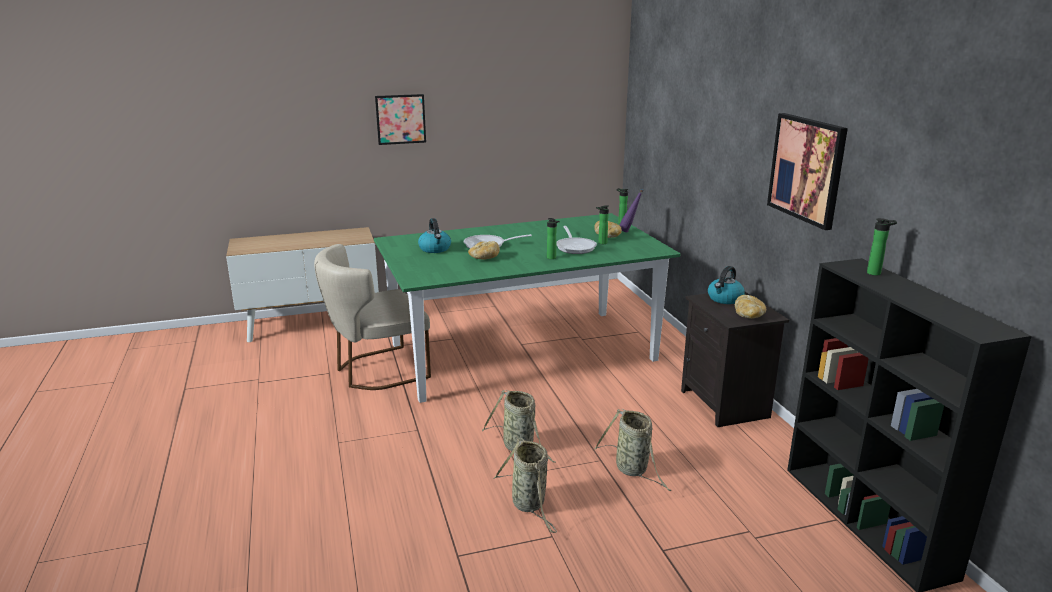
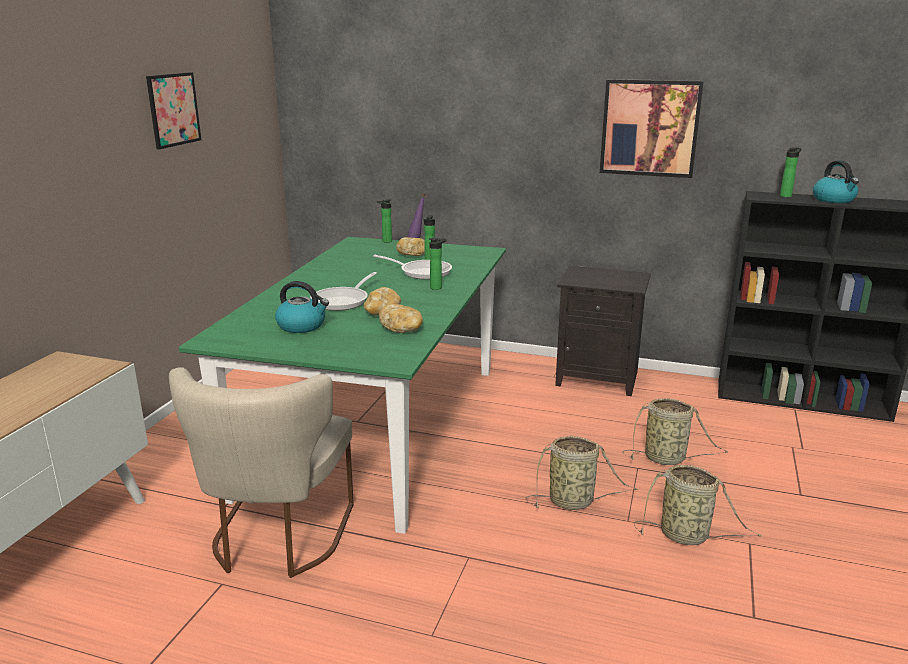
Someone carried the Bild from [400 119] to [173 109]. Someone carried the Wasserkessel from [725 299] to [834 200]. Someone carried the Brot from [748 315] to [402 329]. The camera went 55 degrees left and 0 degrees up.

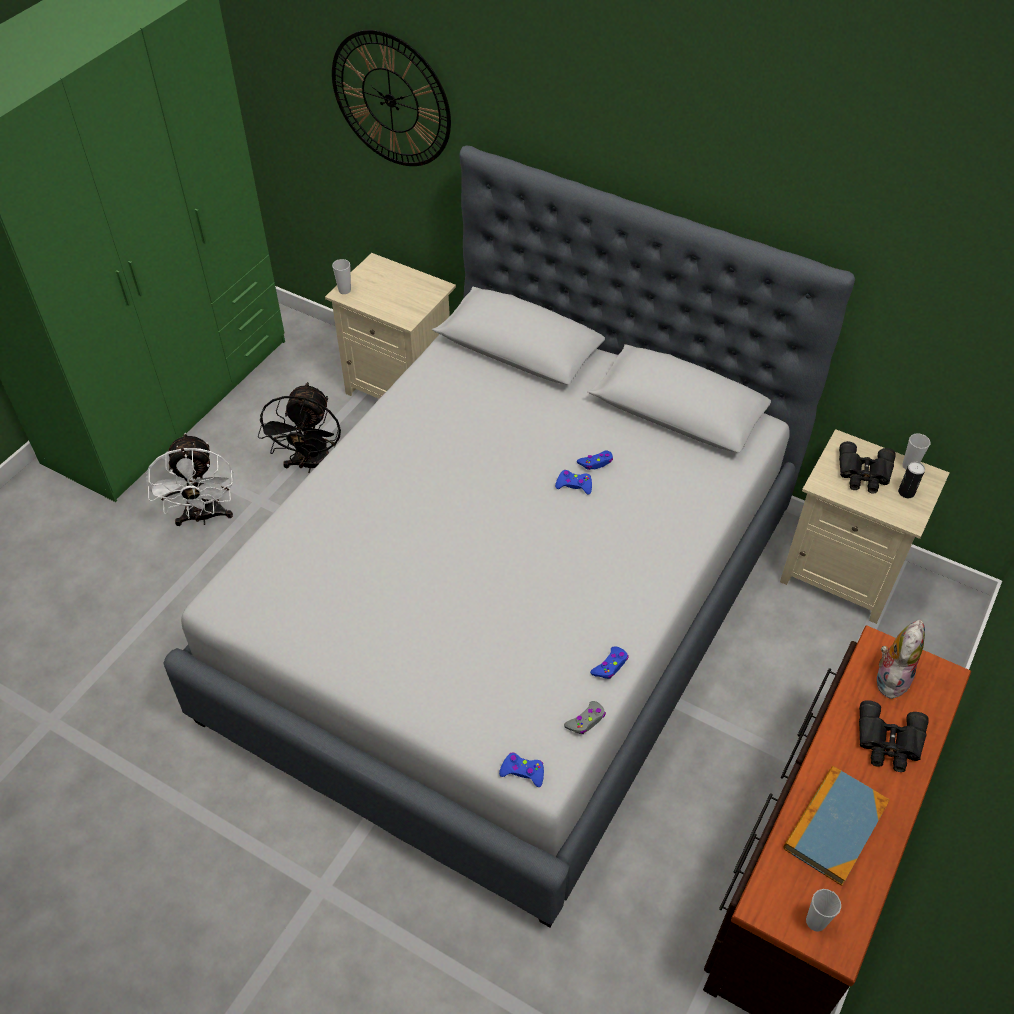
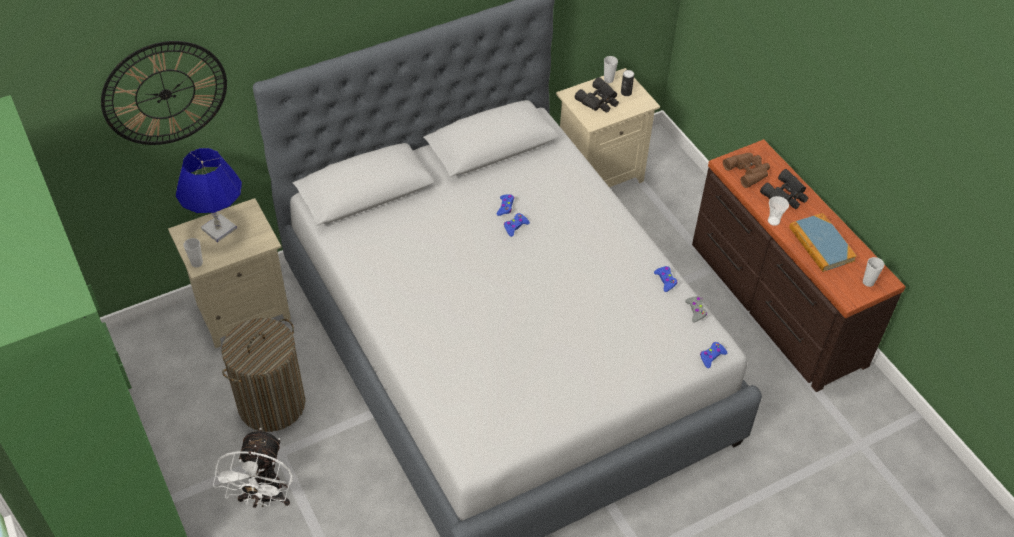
Someone put down the Tischlampe/blau at [219 229]. Someone put down the Tasse at [773 221]. Someone swapped the Ventilator/schwarz at [311 465] for the Wäschekorb at [272 404]. Someone swapped the Plüschtier at [890 677] for the Fernglas/braun at [748 171]. Someone rotated the Ventilator/weiß at [204 517] by 75 degrees clockwise. The camera went 60 degrees left and 0 degrees up.

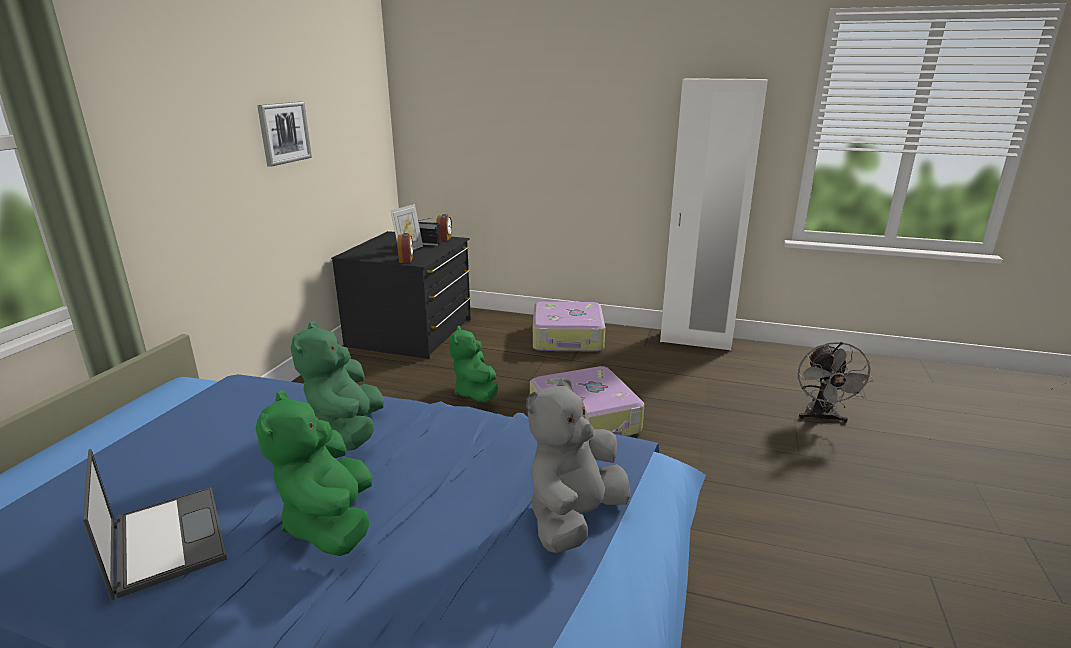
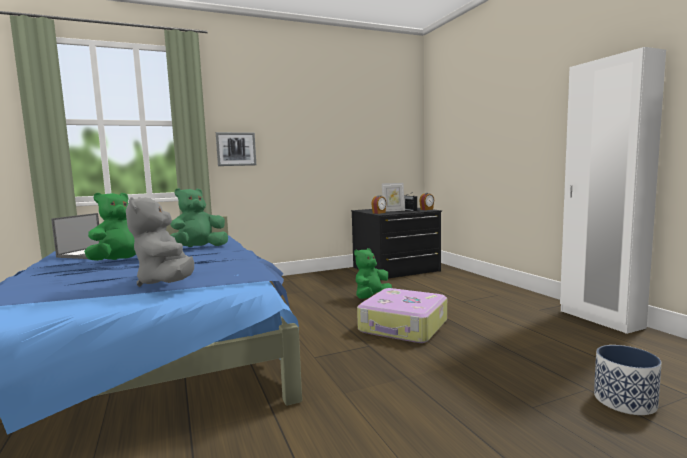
Someone took away the Koffer at [568 338]. Someone carried the Bild from [284 133] to [236 149]. Someone swapped the Ventilator/grau at [821 418] for the Pflanzkübel at [625 401]. Someone rotated the Plüschtier/grau at [574 518] by 105 degrees counterclockwise. The camera went 50 degrees right and 15 degrees down.

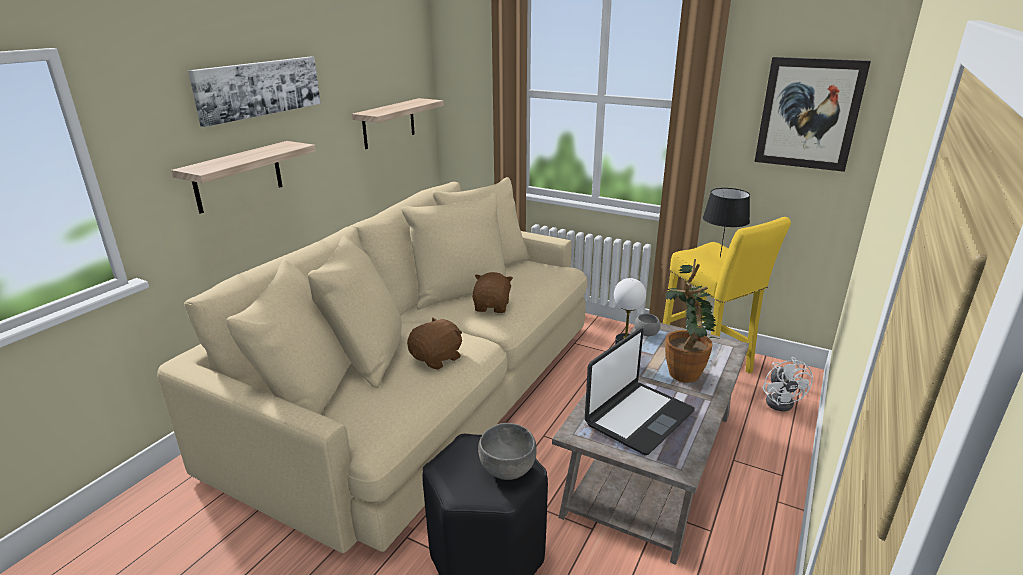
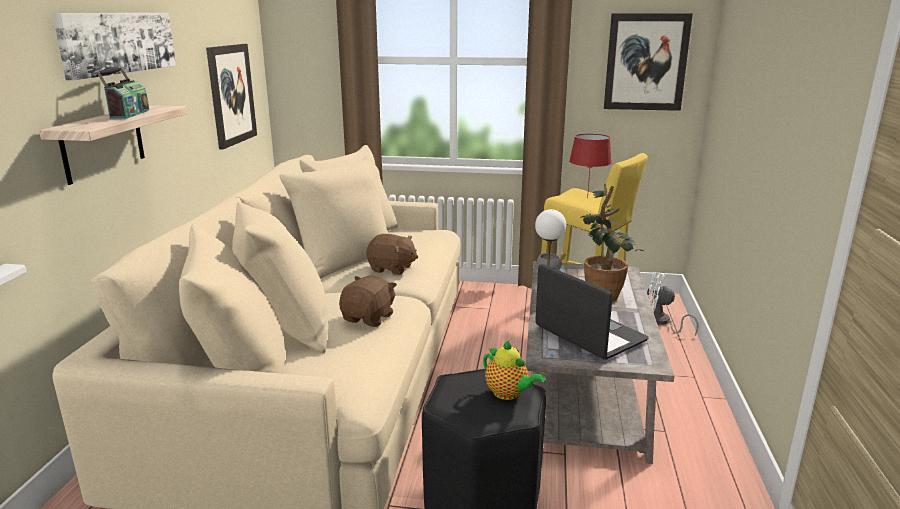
Someone put down the Radio at [128 114]. Someone swapped the Wandregal at [389 123] for the Bild at [231 94]. Someone swapped the Schüssel/grau at [507 470] for the Teekanne at [508 394]. Someone repainted the Tischlampe/schwarz at [719 256], which became the Tischlampe/rot at [587 198]. Someone rotated the Plüschtier/braun at [492 307] by 120 degrees clockwise. Someone rotated the Laptop at [638 417] by 60 degrees counterclockwise. Someone rotated the Ventilator/weiß at [781 401] by 135 degrees clockwise. The camera went 20 degrees left and 5 degrees down.

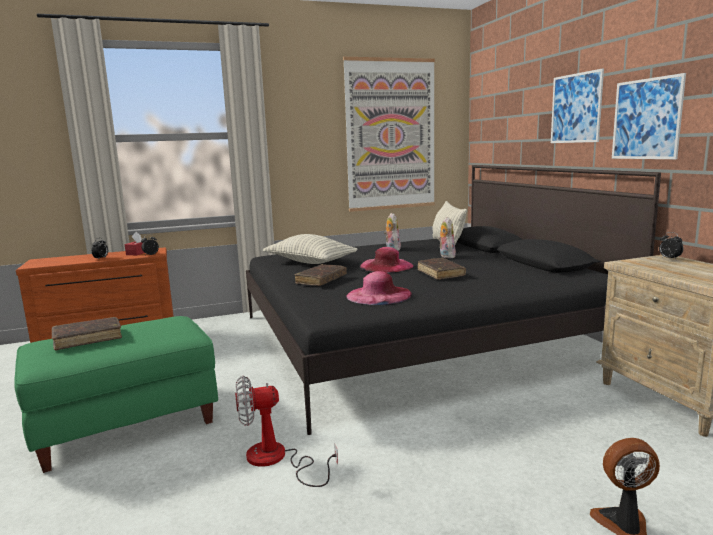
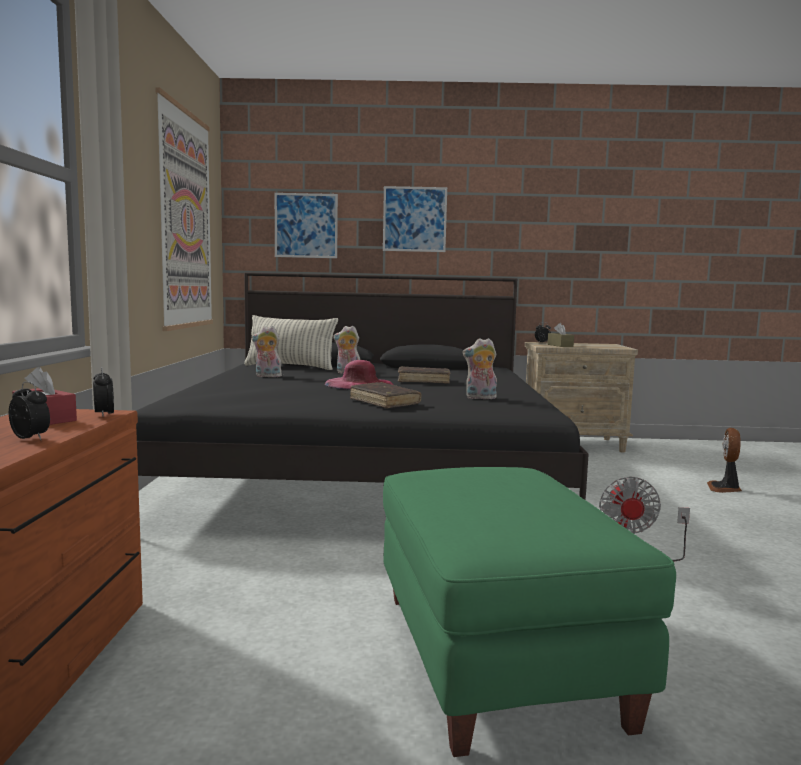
Someone took away the Buch/braun at [88 339]. Someone took away the Kissen at [310 262]. Someone put down the Taschentuchbox/braun at [560 345]. Someone carried the Bild from [646 119] to [306 225]. Someone swapped the Hut/rosa at [379 295] for the Plüschtier at [480 398]. The camera went 70 degrees left and 5 degrees down.

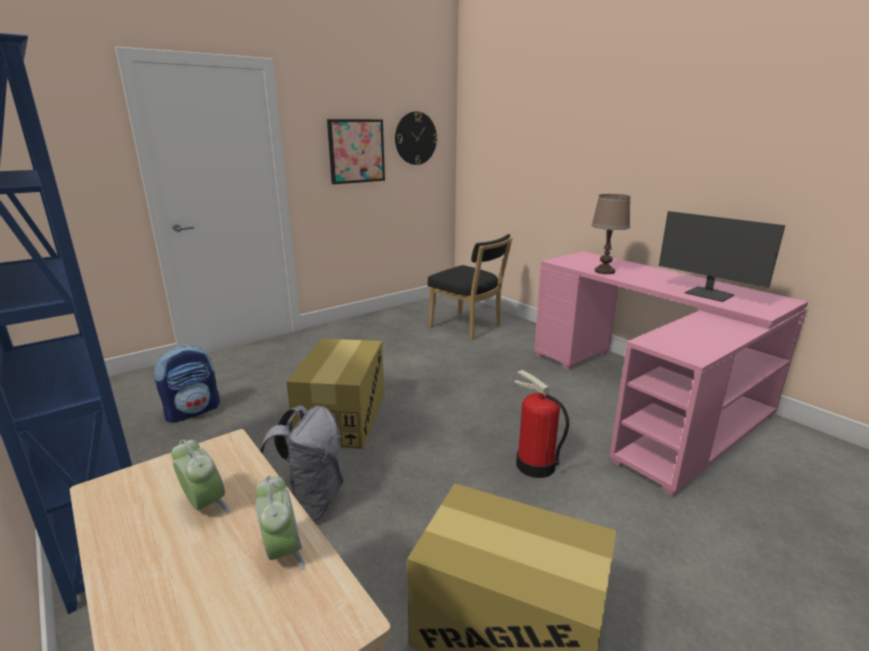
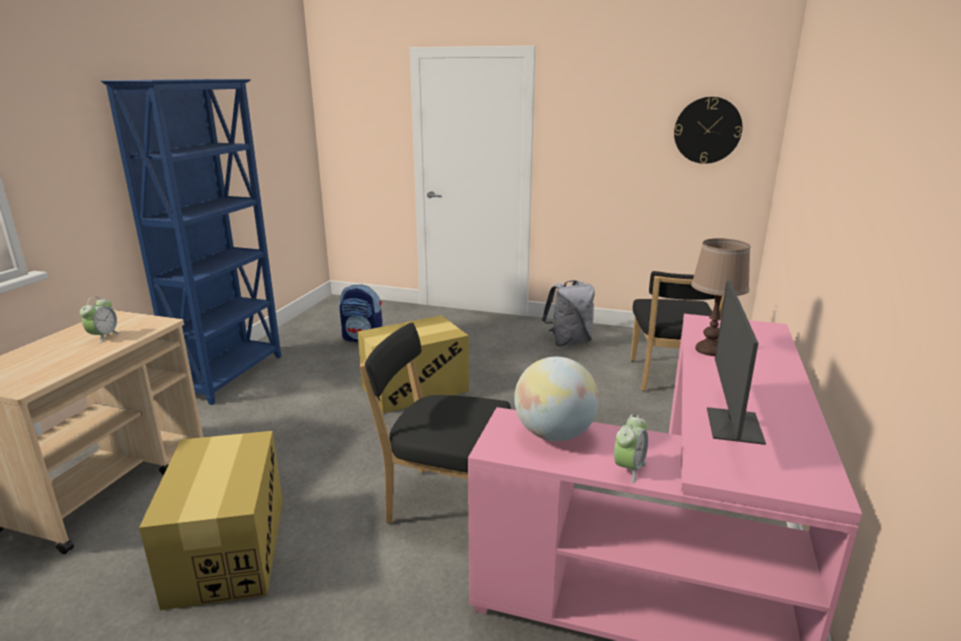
Someone took away the Bild at [356 151]. Someone put down the Globus at [554 434]. Someone carried the Wecker from [283 552] to [629 469]. Someone carried the Rucksack/grau from [308 503] to [569 342]. Someone swapped the Feuerlöscher at [534 465] for the Stuhl/schwarz at [442 502]. The camera went 55 degrees right and 0 degrees up.

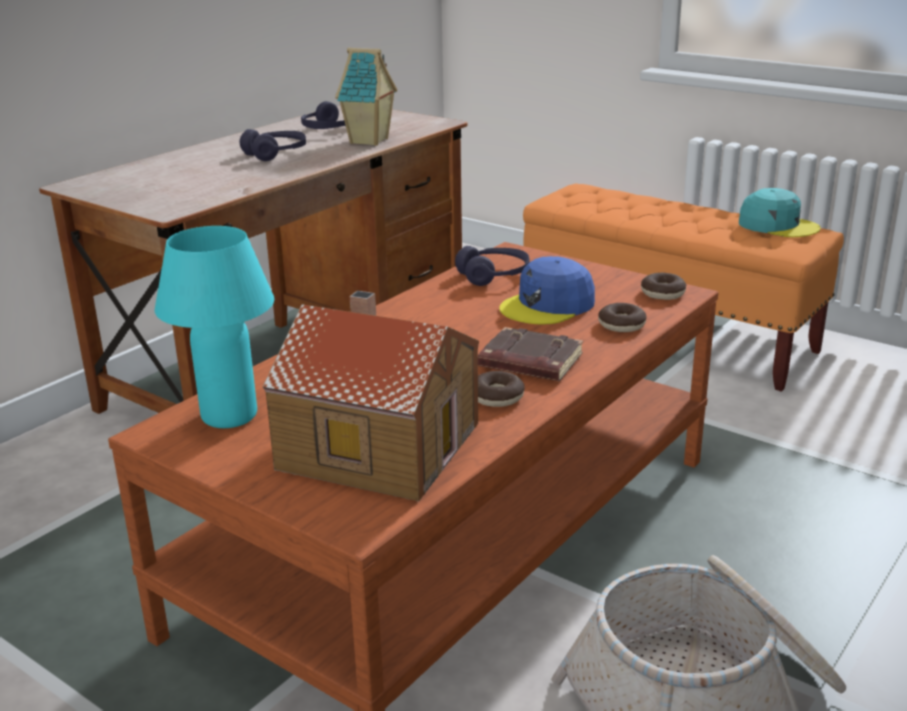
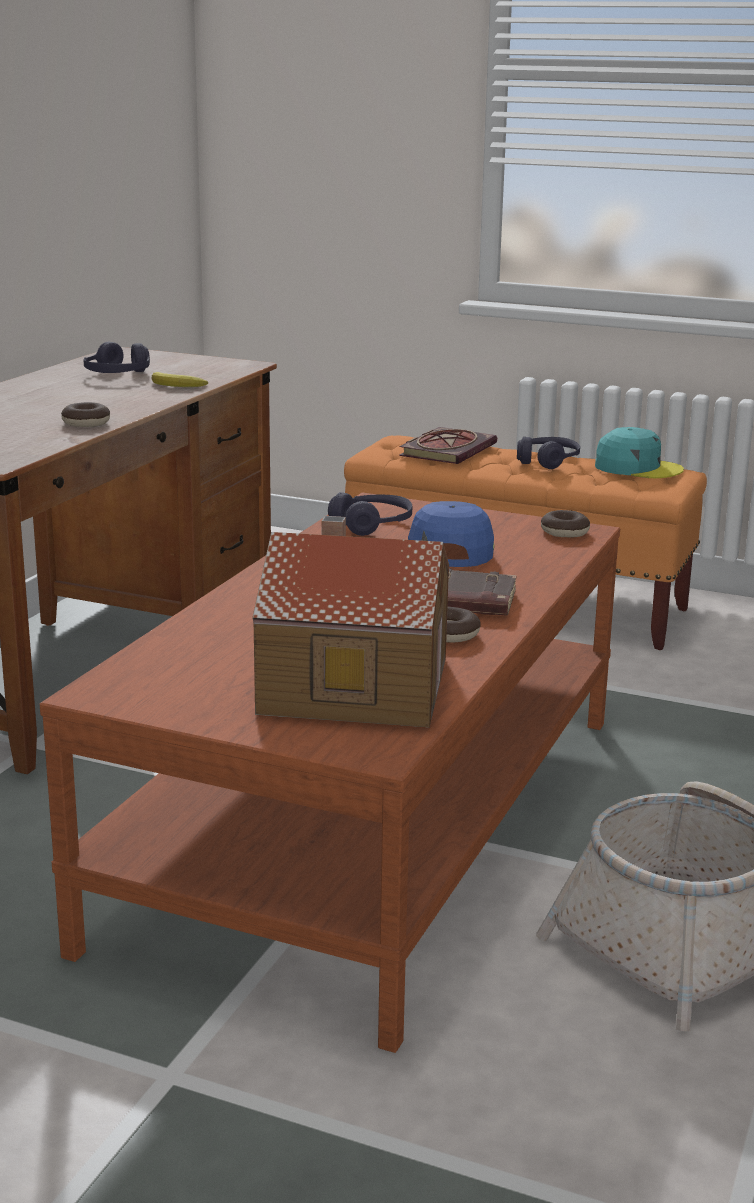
Someone took away the Tischlampe/türkis at [229 416]. Someone put down the Buch at [447 450]. Someone carried the Kopfhörer/lila from [275 154] to [547 461]. Someone carried the Donut from [621 325] to [86 423]. Someone swapped the Spielzeughaus at [370 141] for the Banane at [178 385]. Someone rotated the Kappe/blau at [548 305] by 150 degrees clockwise. The camera went 15 degrees left and 5 degrees down.

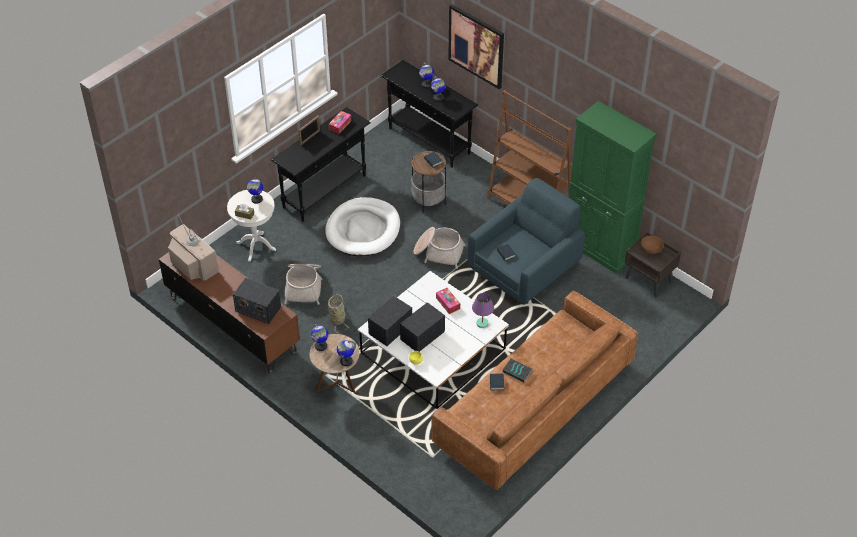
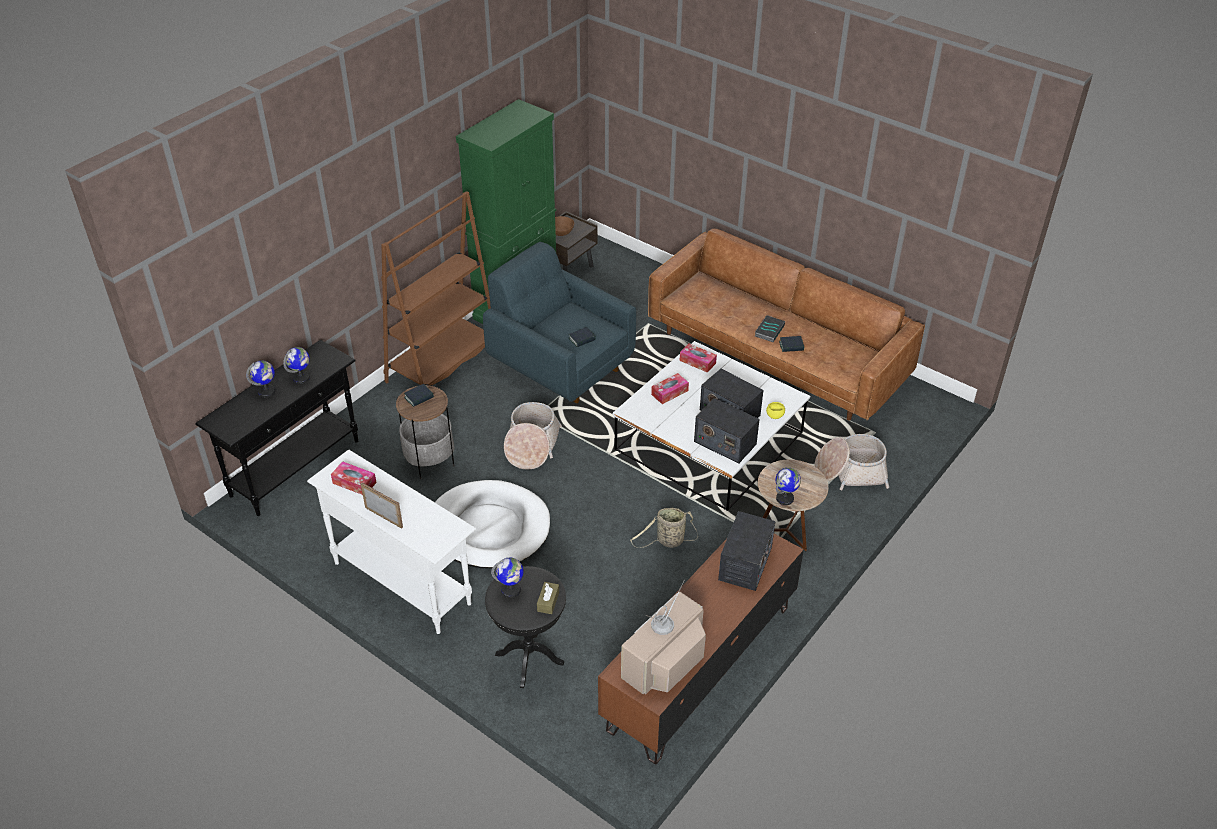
Someone took away the Globus at [346 361]. Someone took away the Bild at [476 46]. Someone carried the Korb from [304 286] to [850 472]. Someone swapped the Tischlampe/lila at [482 323] for the Taschentuchbox at [697 362]. Someone repainted the Beistelltisch/weiß at [256 246], which became the Beistelltisch/schwarz at [529 659]. Someone repainted the Konsolentisch/schwarz at [325 191], which became the Konsolentisch/weiß at [402 582]. The camera went 95 degrees left and 5 degrees down.

